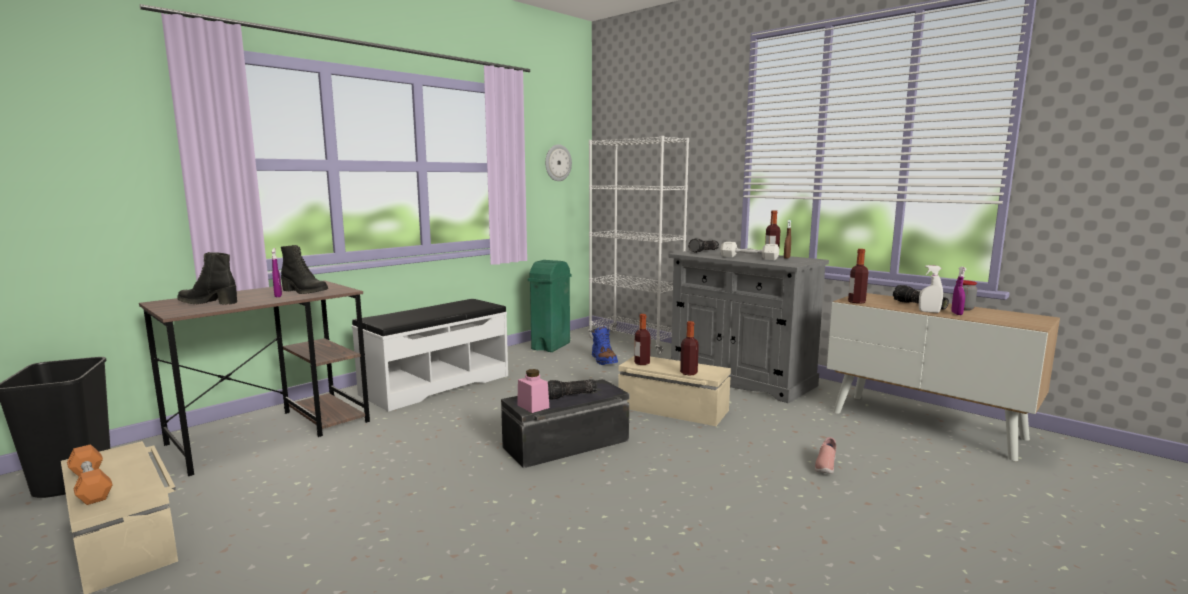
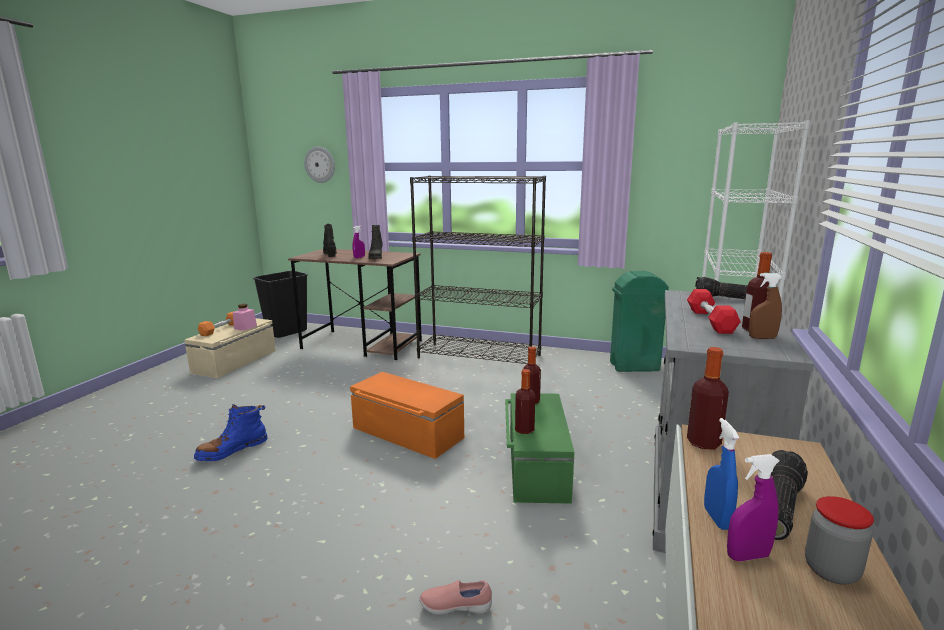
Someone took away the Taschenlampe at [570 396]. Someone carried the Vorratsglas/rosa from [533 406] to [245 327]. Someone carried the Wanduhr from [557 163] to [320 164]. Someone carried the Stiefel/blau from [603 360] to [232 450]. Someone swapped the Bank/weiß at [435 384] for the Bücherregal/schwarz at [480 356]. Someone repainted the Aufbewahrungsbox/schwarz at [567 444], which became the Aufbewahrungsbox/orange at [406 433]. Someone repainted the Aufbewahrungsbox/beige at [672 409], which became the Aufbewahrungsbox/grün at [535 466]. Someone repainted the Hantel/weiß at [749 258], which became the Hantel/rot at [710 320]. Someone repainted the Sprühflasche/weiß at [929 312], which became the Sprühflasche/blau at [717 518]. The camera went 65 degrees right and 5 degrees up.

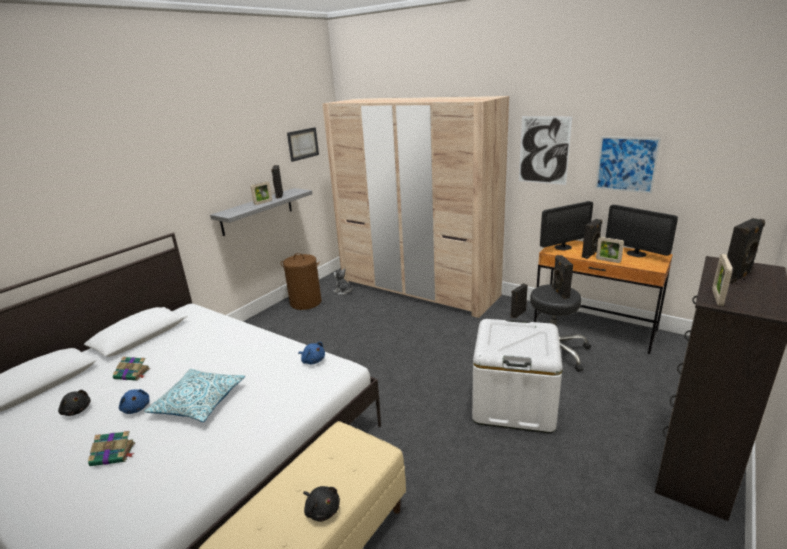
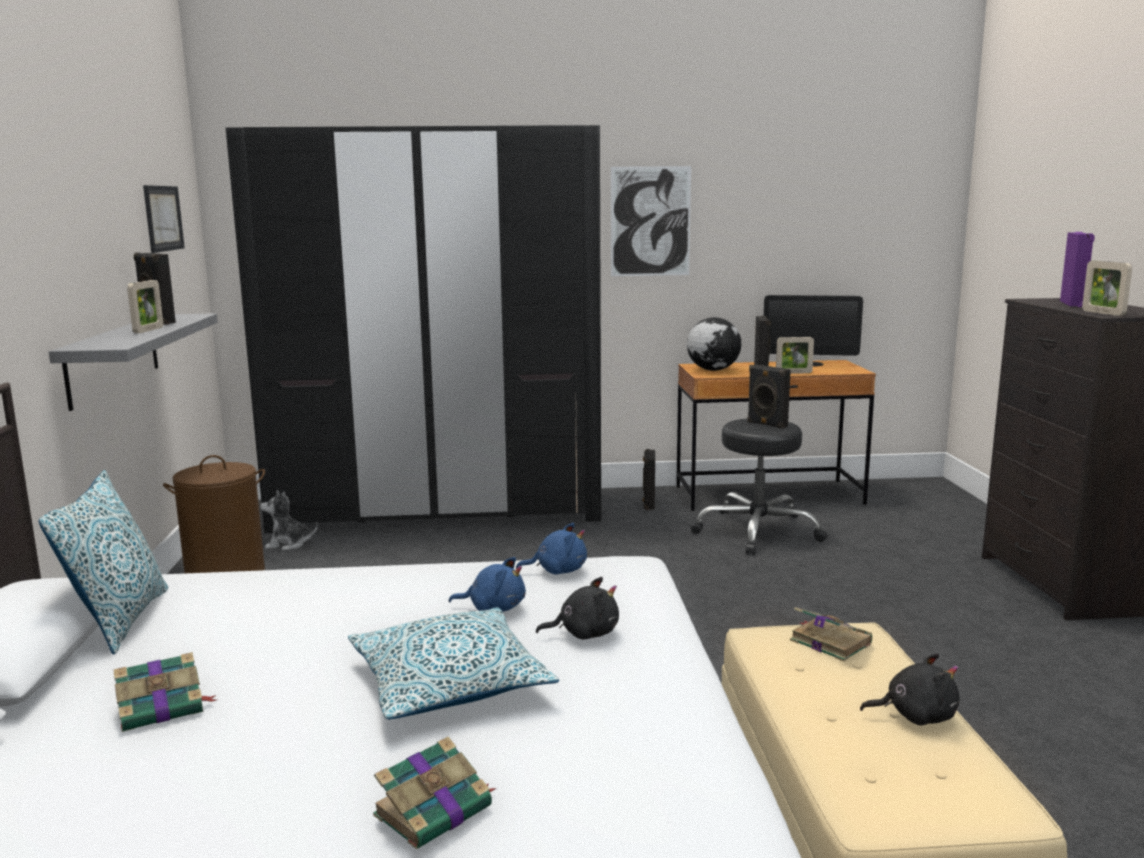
Someone took away the Aufbewahrungsbox/weiß at [513 404]. Someone took away the Bild at [626 164]. Someone put down the Kissen at [119 620]. Someone put down the Buch at [829 641]. Someone carried the Plüschtier/schwarz from [76 410] to [584 633]. Someone carried the Plüschtier/blau from [136 408] to [493 608]. Someone swapped the Monitor at [563 247] for the Globus at [713 370]. Someone repainted the Kleiderschrank/beige at [418 289], which became the Kleiderschrank/schwarz at [439 510]. Someone repainted the Lautsprecher/schwarz at [737 277], which became the Lautsprecher/lila at [1073 304]. The camera went 40 degrees left and 10 degrees down.

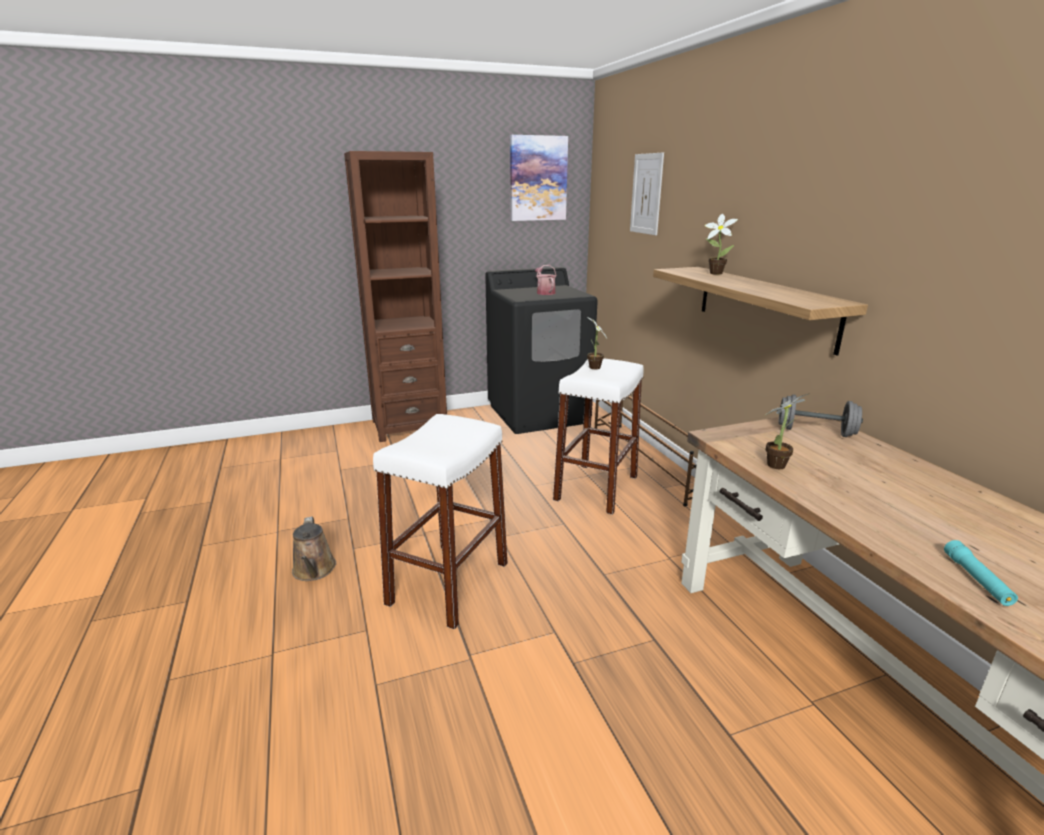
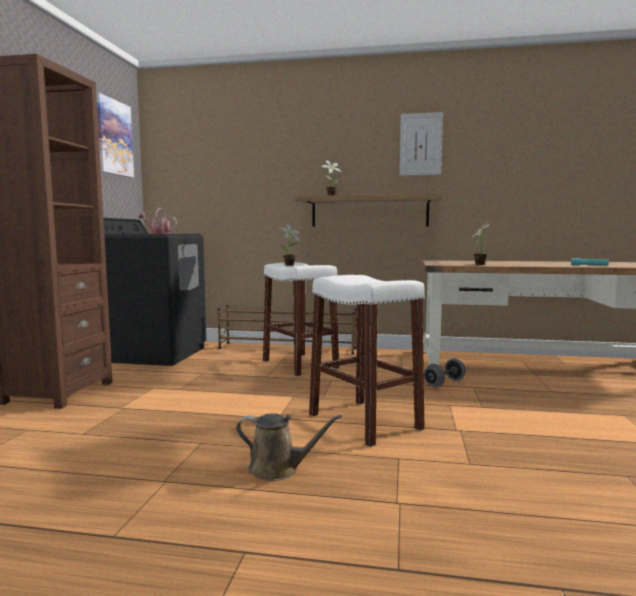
Someone carried the Bild from [646 194] to [420 144]. Someone carried the Hantel/grau from [815 431] to [444 383]. The camera went 60 degrees left and 15 degrees down.

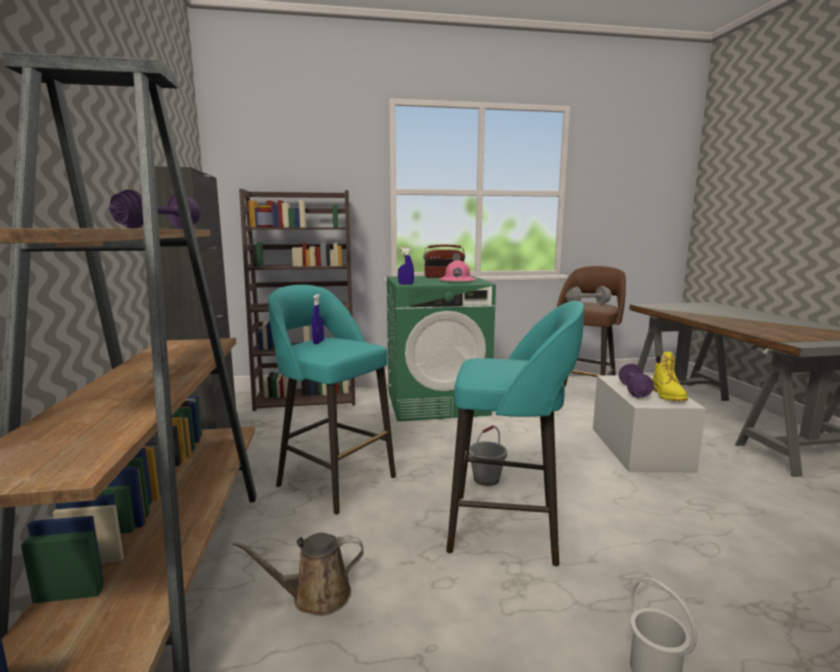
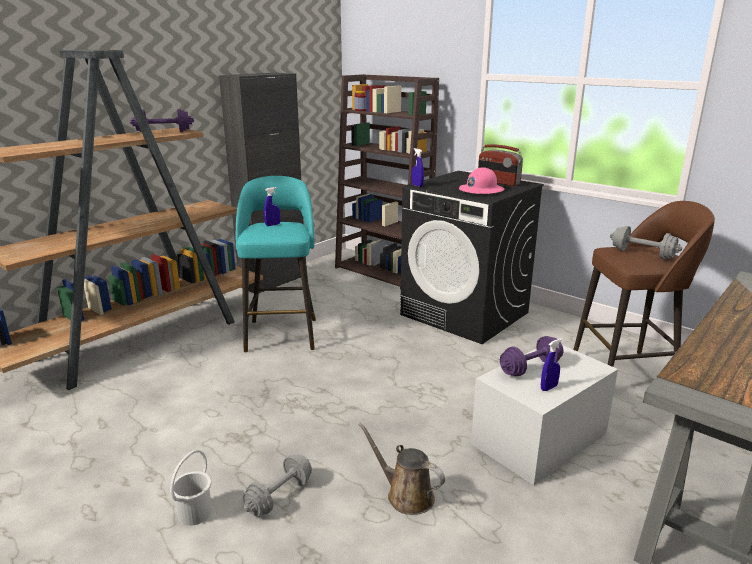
Someone took away the Hocker/türkis at [507 528]. Someone took away the Eimer/grau at [486 479]. Someone put down the Hantel/grau at [279 496]. Someone carried the Gießkanne/braun from [315 596] to [406 495]. Someone swapped the Stiefel/gelb at [668 395] for the Sprühflasche/blau at [548 388]. Someone repainted the Waschmaschine/grün at [437 403], which became the Waschmaschine/schwarz at [465 314]. The camera went 50 degrees right and 10 degrees up.

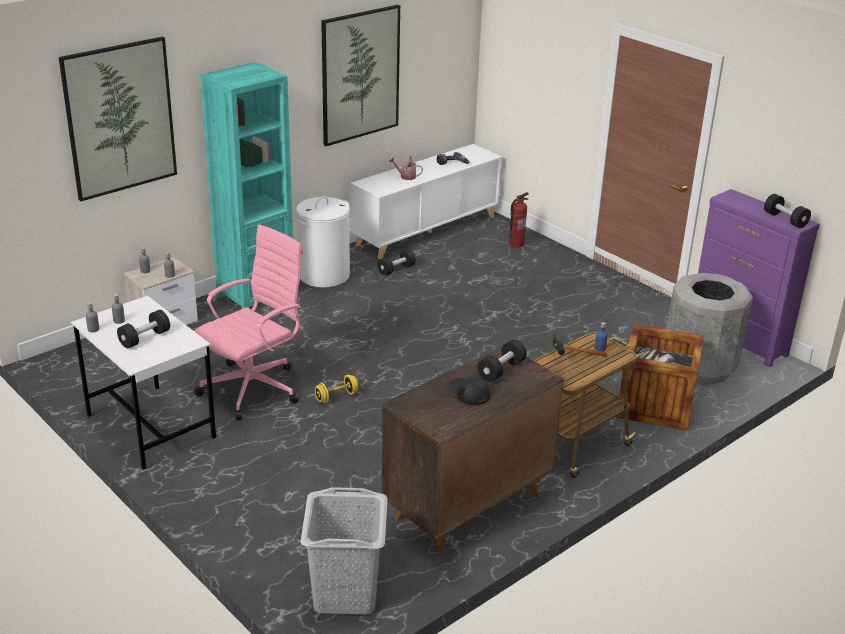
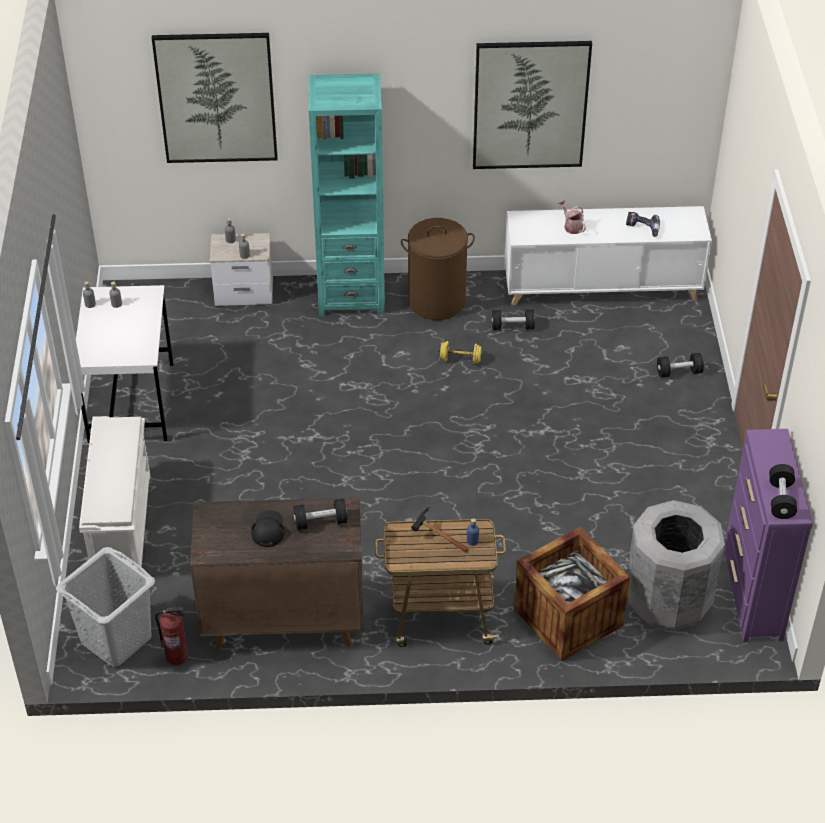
Someone took away the Bürostuhl/rosa at [254 388]. Someone put down the Schuhregal/weiß at [121 526]. Someone carried the Hantel/schwarz from [145 338] to [679 372]. Someone carried the Hantel/gelb from [336 397] to [460 359]. Someone carried the Feuerlöscher from [516 244] to [177 656]. Someone repainted the Wäschekorb/weiß at [324 275], which became the Wäschekorb/braun at [437 301]. The camera went 40 degrees right and 15 degrees up.

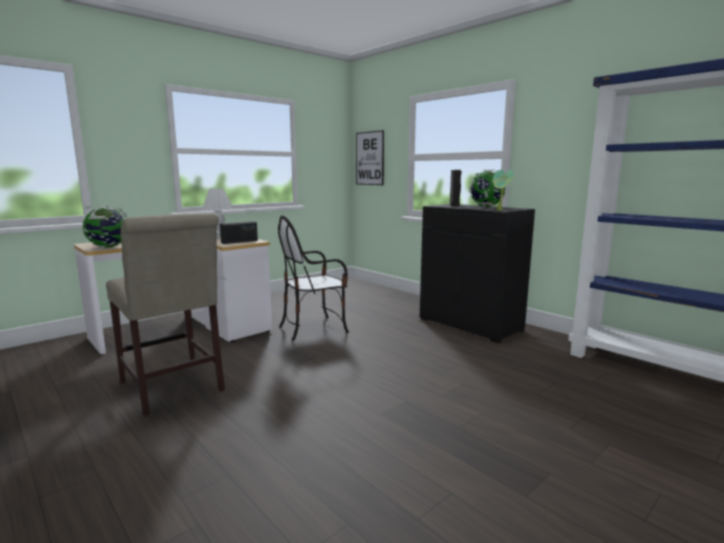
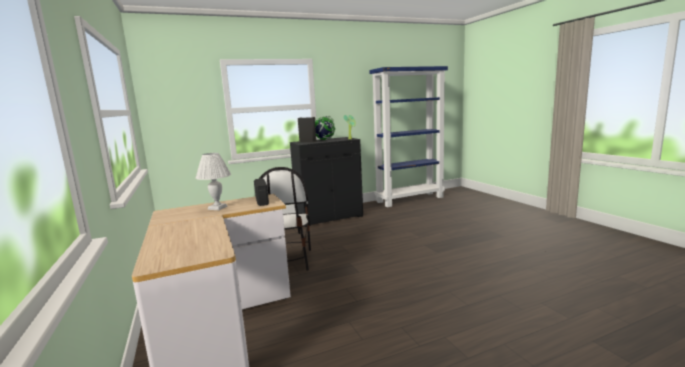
Someone took away the Globus at [109 247]. Someone took away the Stuhl/beige at [173 388]. Someone took away the Bild at [370 158]. The camera went 70 degrees left and 0 degrees up.

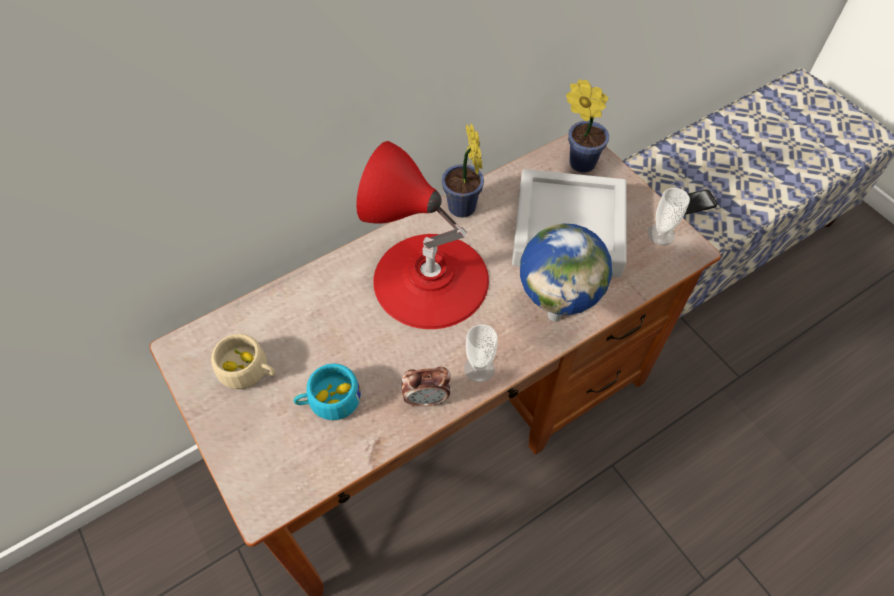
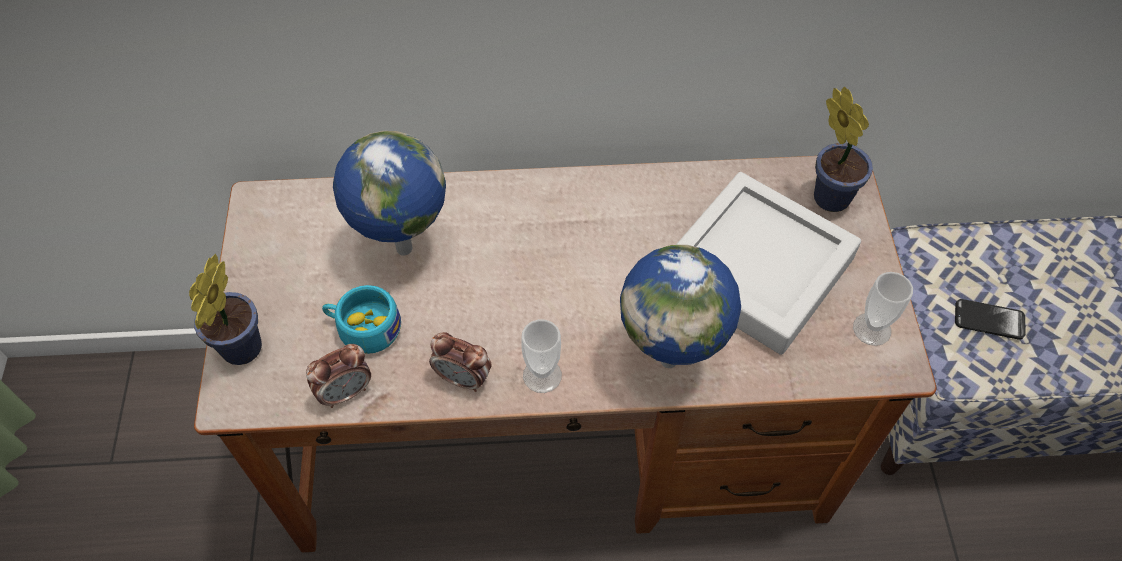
Someone took away the Tasse/beige at [249 371]. Someone took away the Tischlampe/rot at [430 279]. Someone put down the Wecker at [346 392]. Someone put down the Globus at [402 249]. Someone carried the Topfpflanze from [463 210] to [239 353]. The camera went 30 degrees right and 0 degrees up.

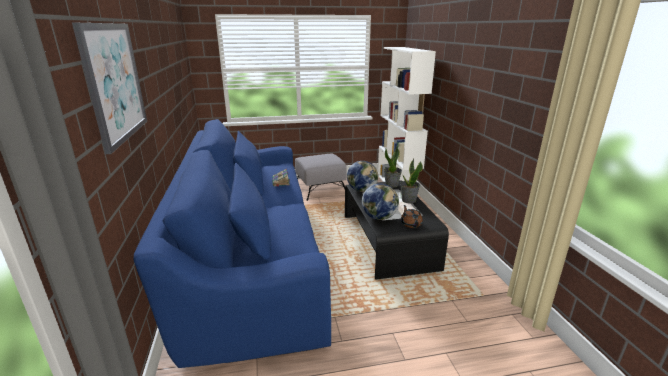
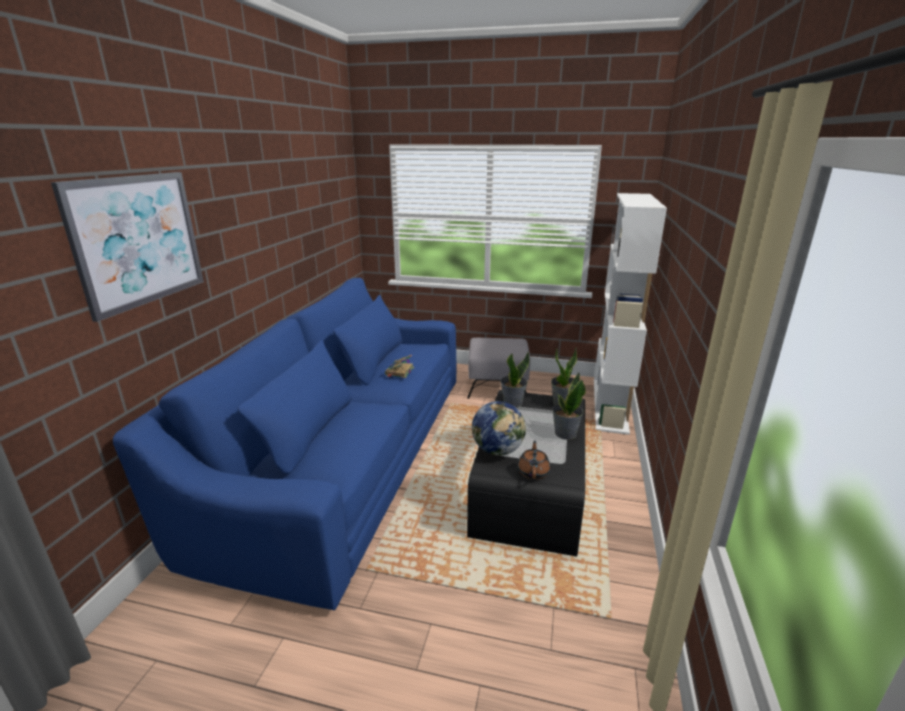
Someone swapped the Globus at [362 190] for the Topfpflanze at [512 403]. The camera went 25 degrees right and 0 degrees up.

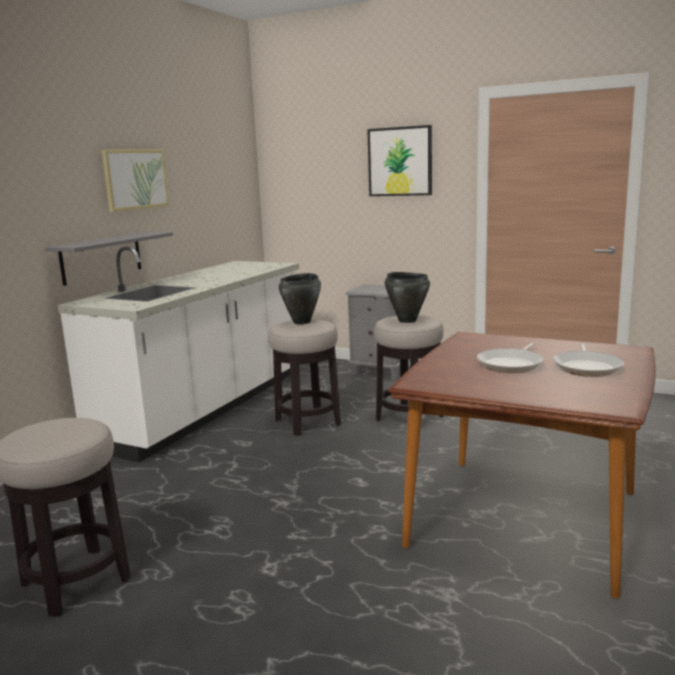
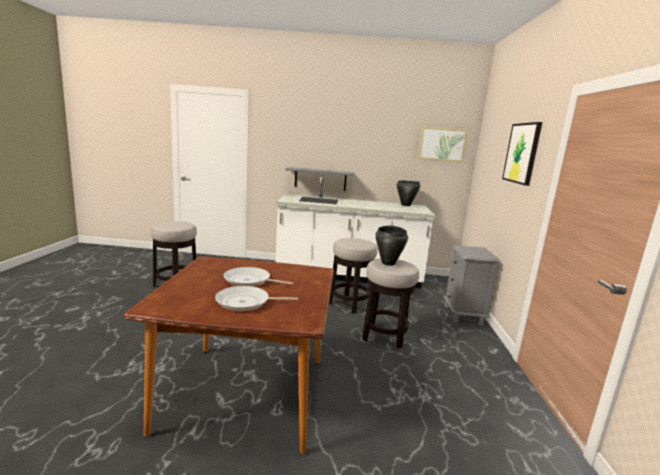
Someone carried the Bild from [135 179] to [442 144]. Someone carried the Kochtopf/schwarz from [302 322] to [406 205]. The camera went 65 degrees right and 0 degrees up.

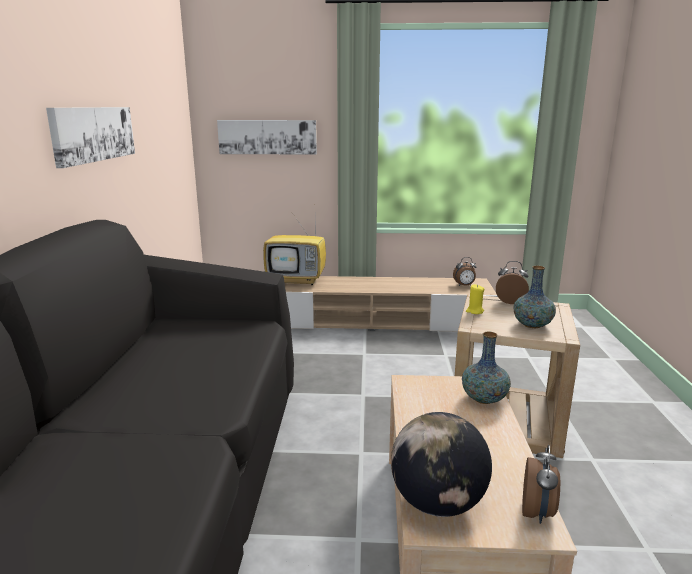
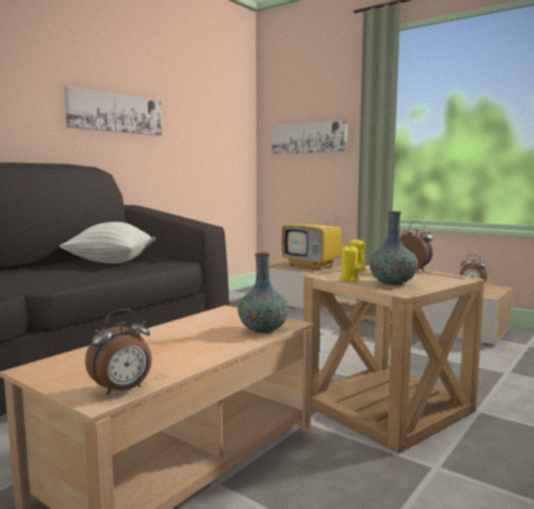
Someone took away the Globus at [437 503]. Someone put down the Kissen at [111 262]. Someone put down the Kerze/gelb at [348 279]. The camera went 35 degrees right and 10 degrees down.

